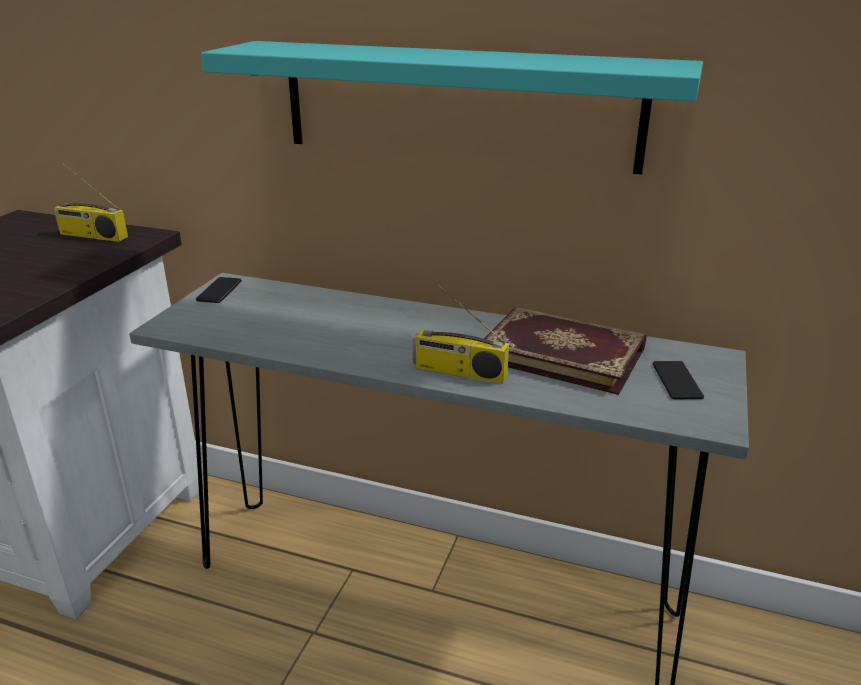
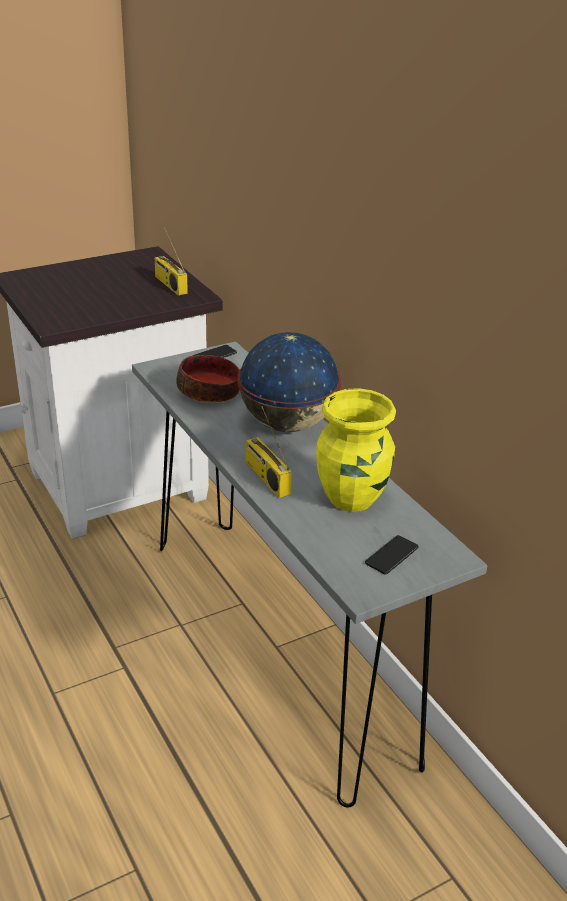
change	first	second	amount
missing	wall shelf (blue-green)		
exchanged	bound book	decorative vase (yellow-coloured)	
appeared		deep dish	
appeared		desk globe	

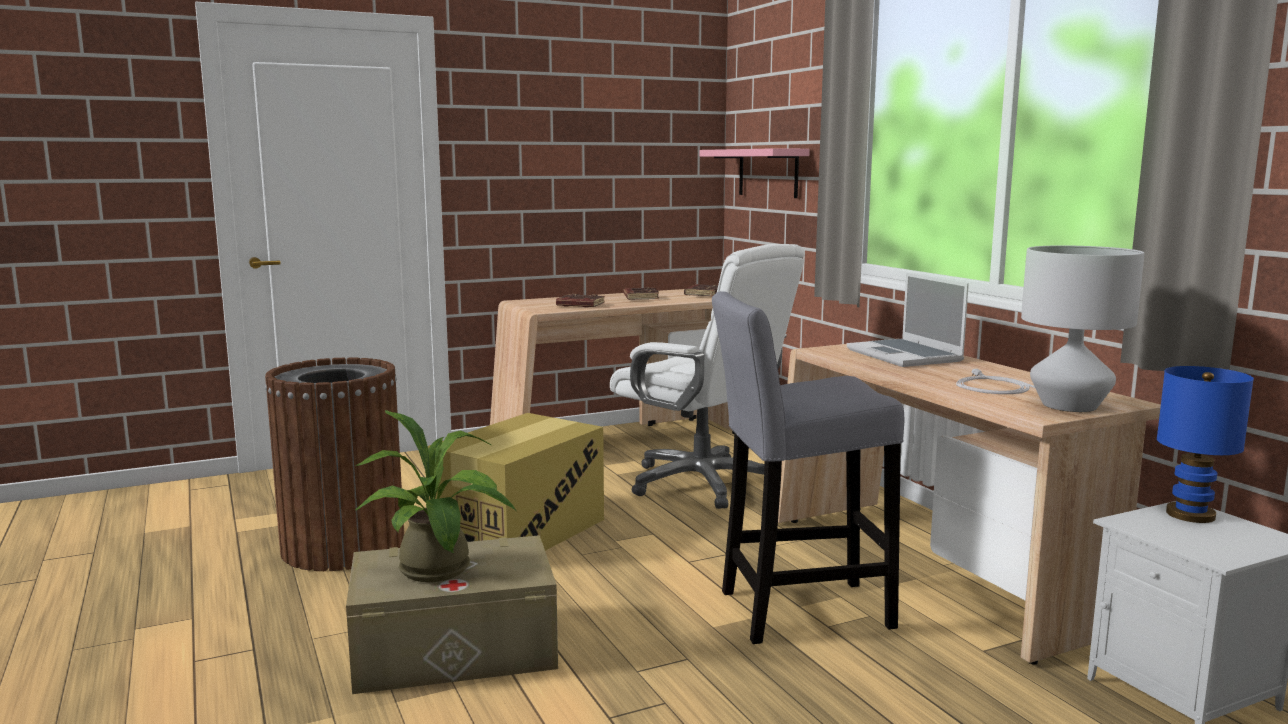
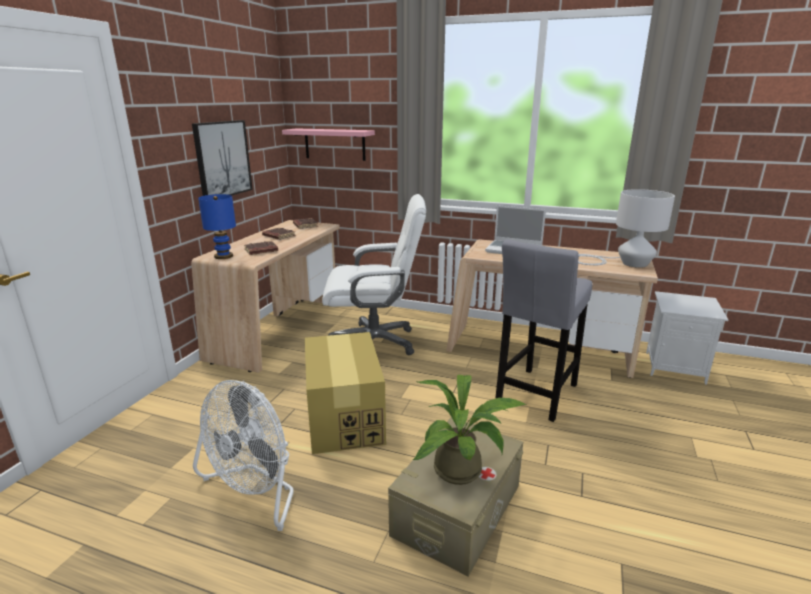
change	first	second	amount
exchanged	trash can (brown)	electric fan (white)	
relocated	lamp for a table (bluish)		
appeared		picture	

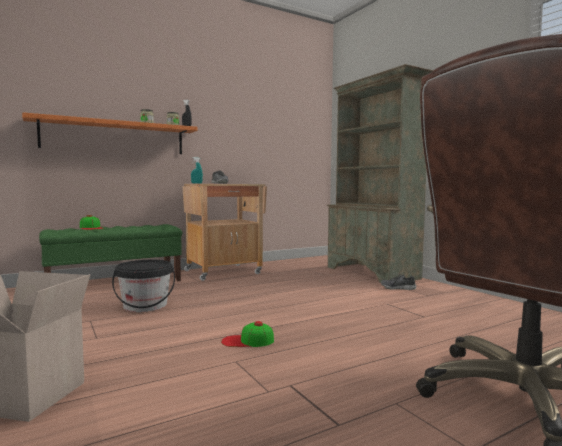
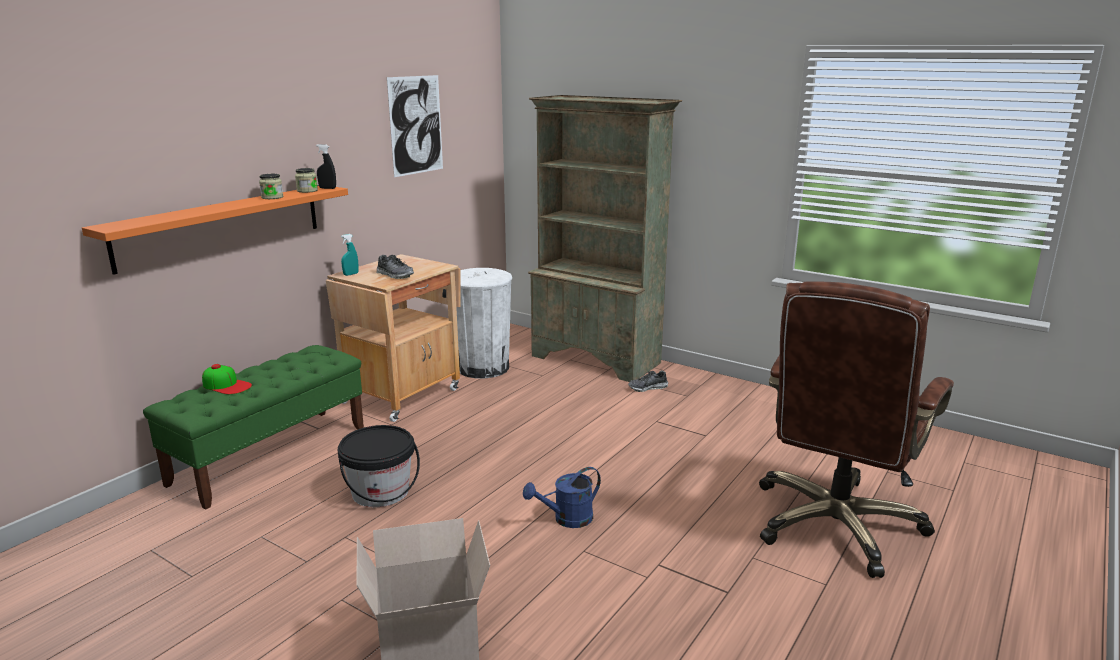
change	first	second	amount
exchanged	peaked cap (no. 2 from left)	watering pot (bluish)	
appeared		picture	
appeared		trash can (white)	

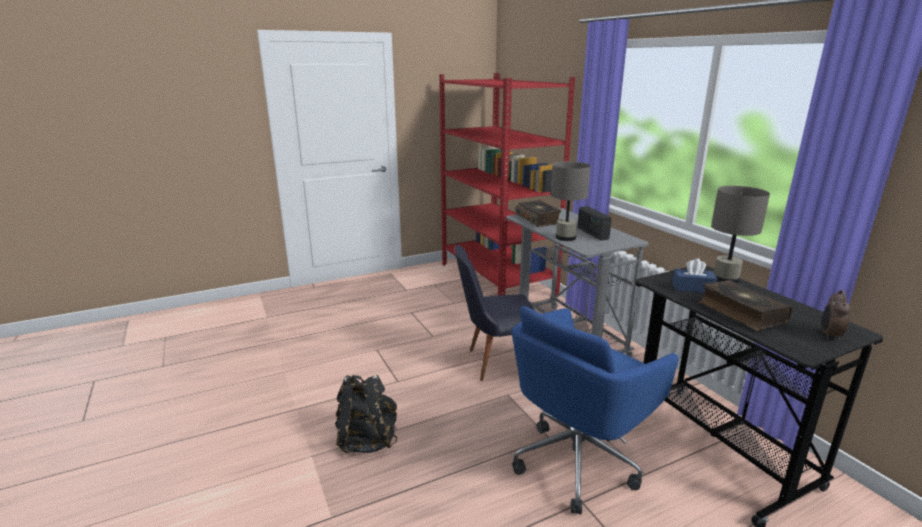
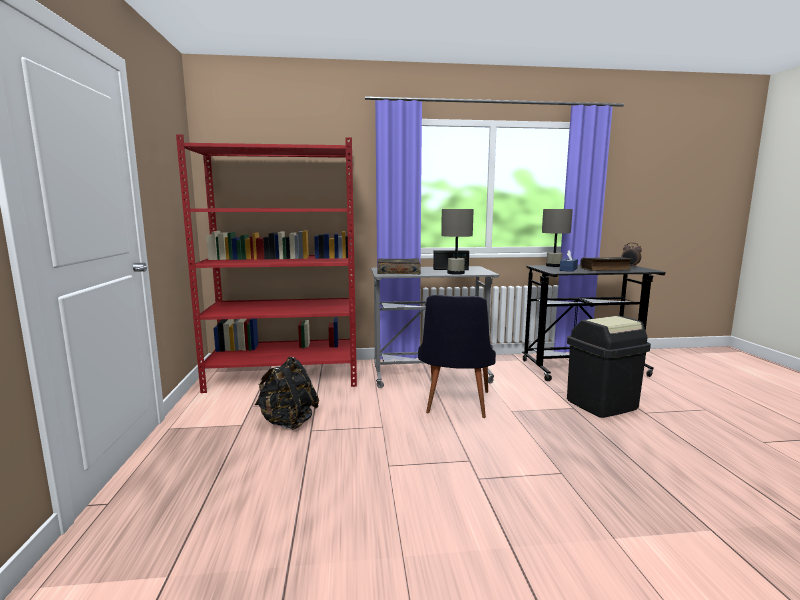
change	first	second	amount
relocated	backpack (black)		
exchanged	desk chair (bluish)	trash can (black)	

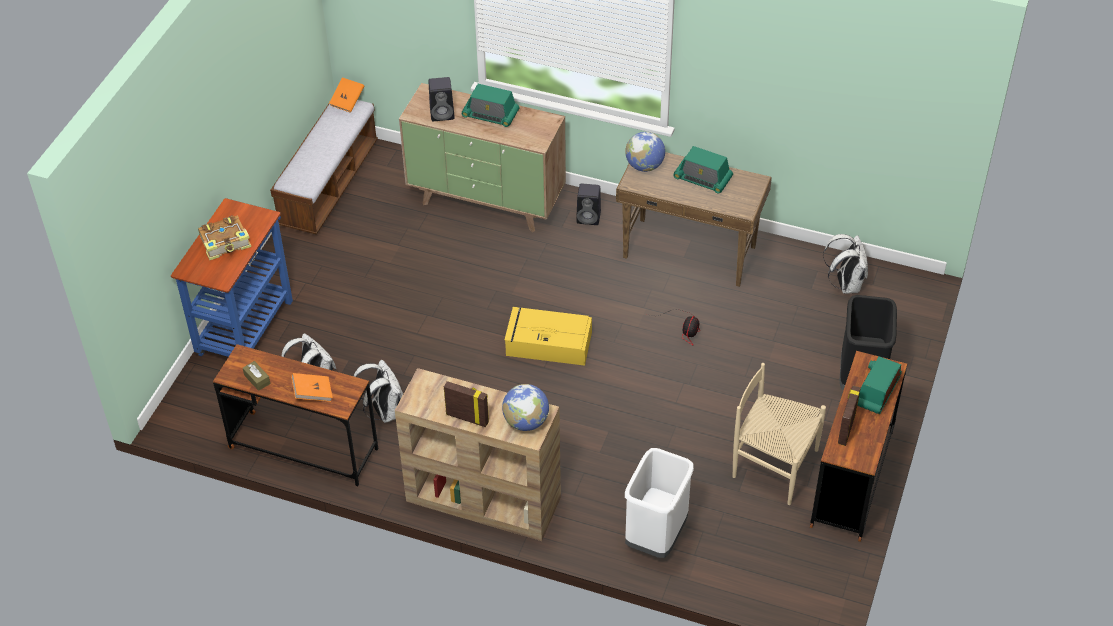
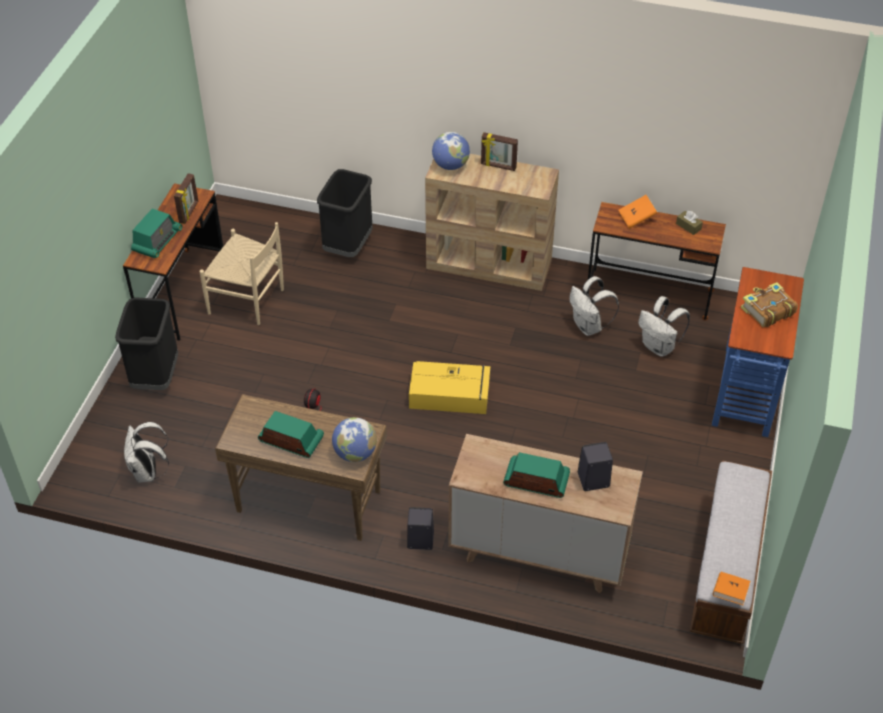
change	first	second	amount
colour	trash can (white)	trash can (black) (no. 2 from left)	

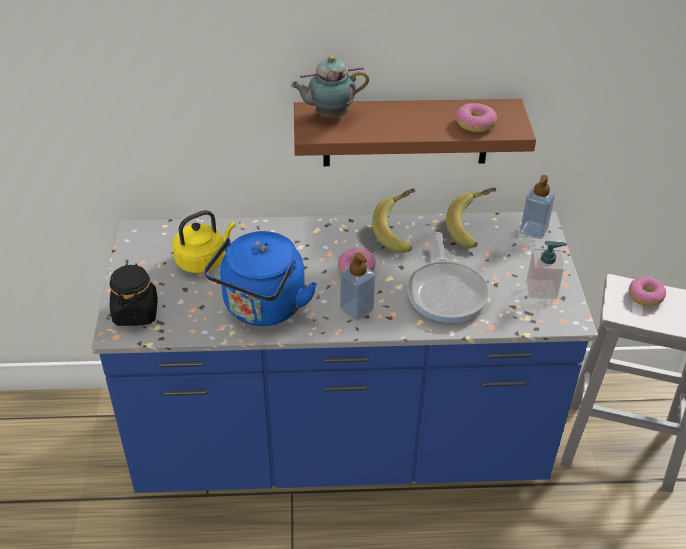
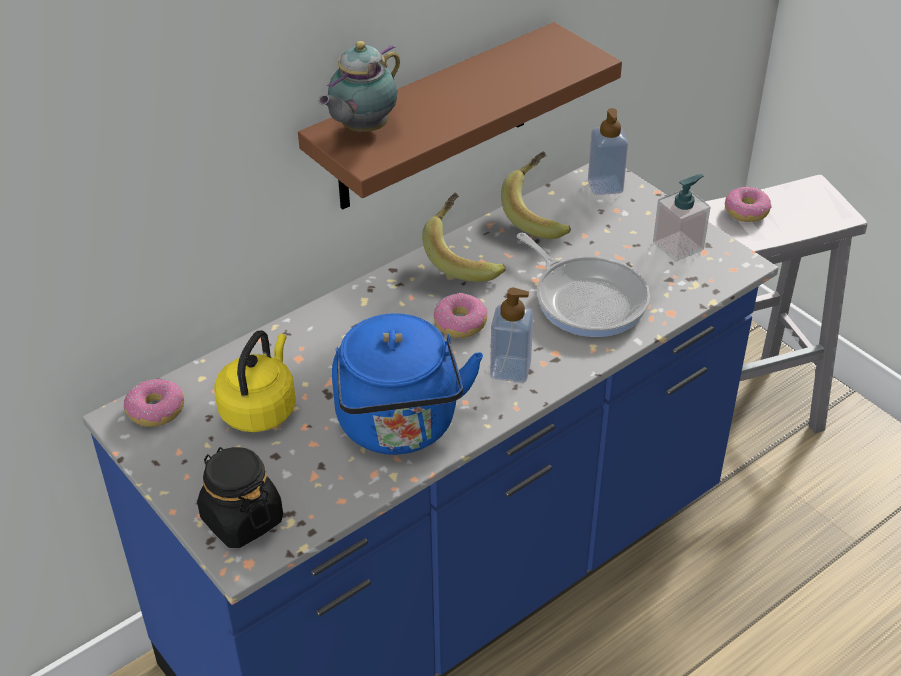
change	first	second	amount
relocated	ring doughnut (no. 2 from left in the first image)	ring doughnut (no. 1 from left)	

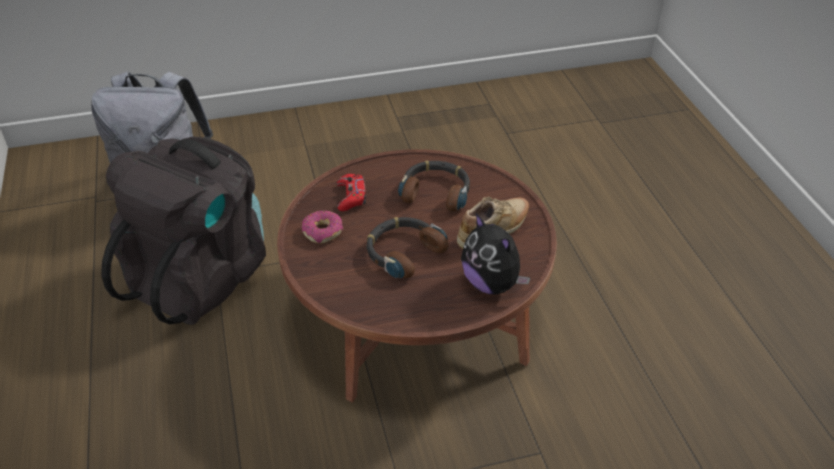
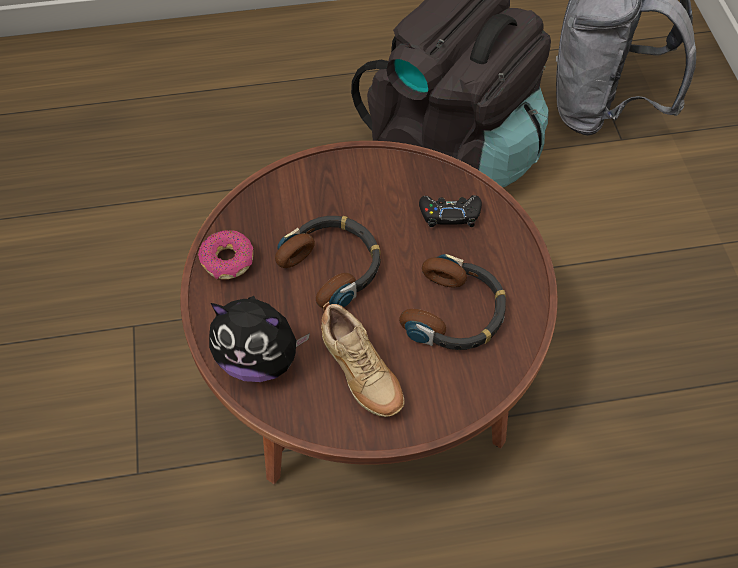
change	first	second	amount
relocated	ring doughnut		
colour	gamepad (reddish)	gamepad (black)	
spun	cuddly toy		135 degrees counterclockwise

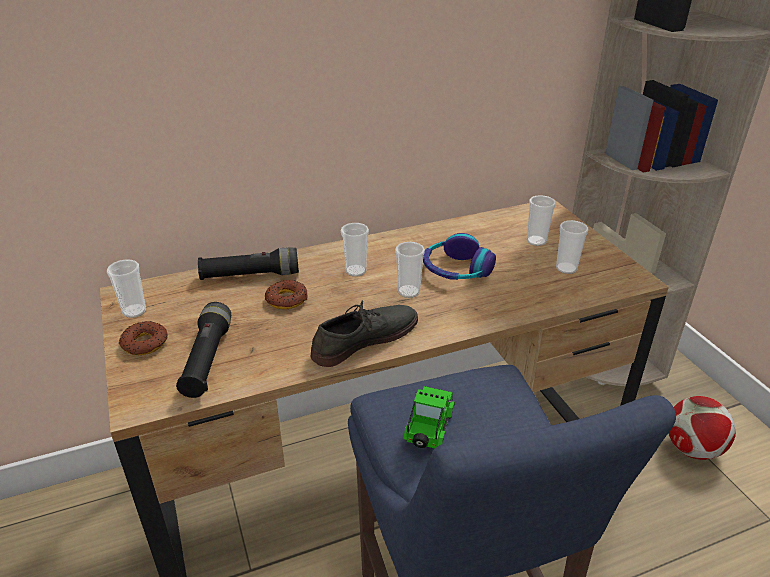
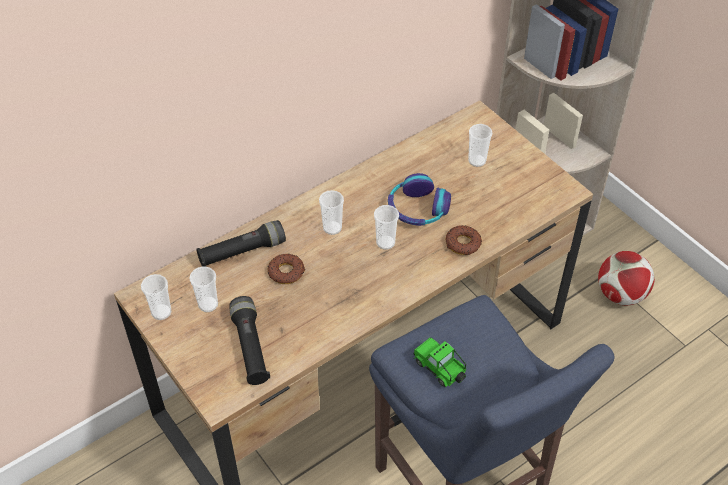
change	first	second	amount
relocated	ring doughnut (no. 1 from left in the first image)	ring doughnut (no. 2 from left)	
missing	item of footwear (grey)		
spun	model car		45 degrees counterclockwise
relocated	cup (no. 5 from left in the first image)	cup (no. 2 from left)	

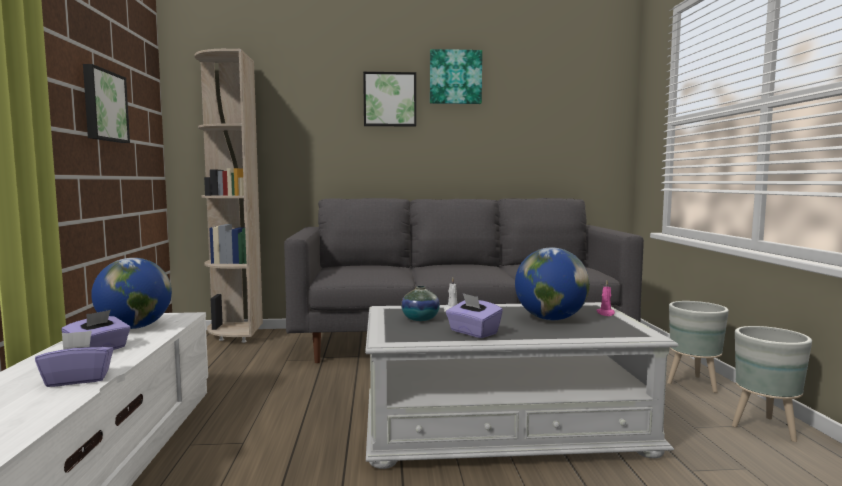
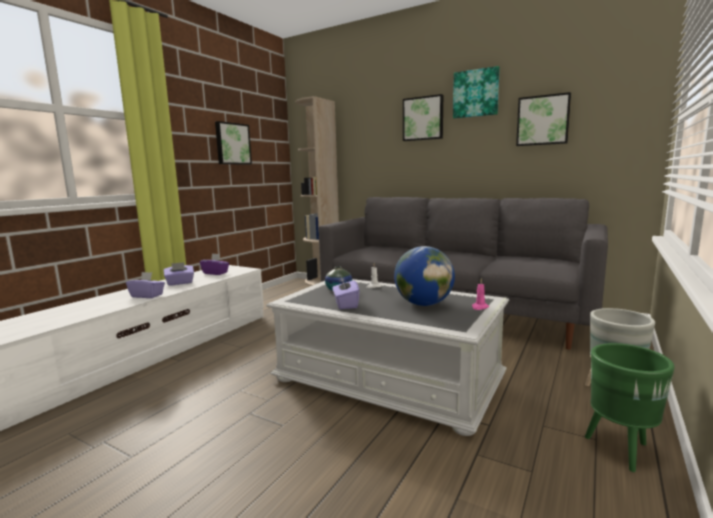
change	first	second	amount
exchanged	desk globe (no. 1 from left)	box of tissues (purple) (no. 3 from left)	
colour	plant pot (grey) (no. 2 from left)	plant pot (greenish)	
appeared		picture (no. 4 from left)	

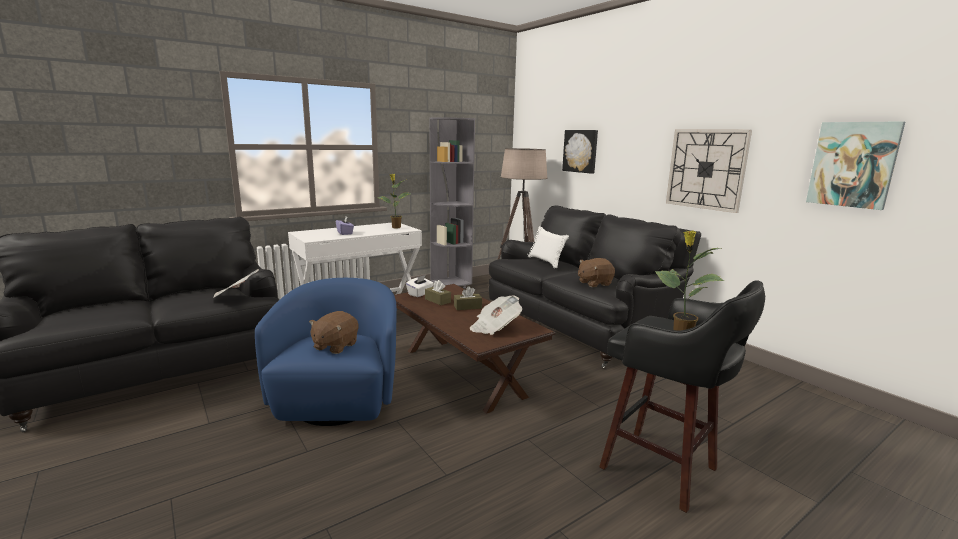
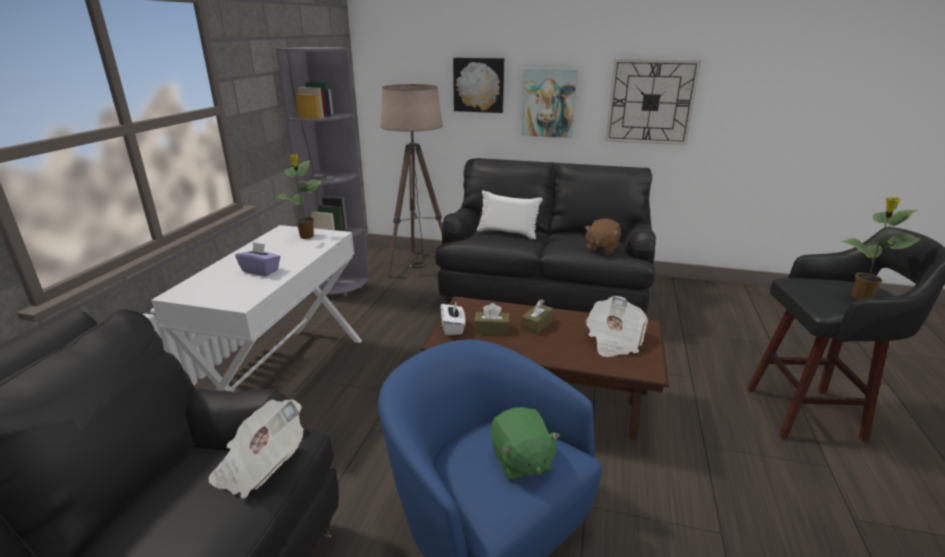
change	first	second	amount
colour	cuddly toy (brown) (no. 1 from left)	cuddly toy (greenish)	
relocated	picture (no. 2 from left)		

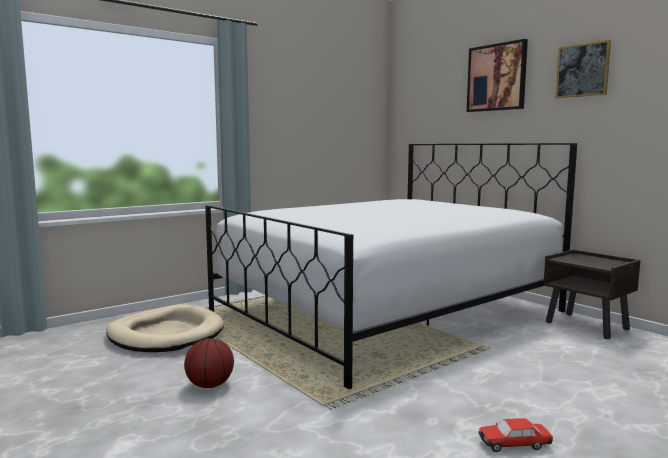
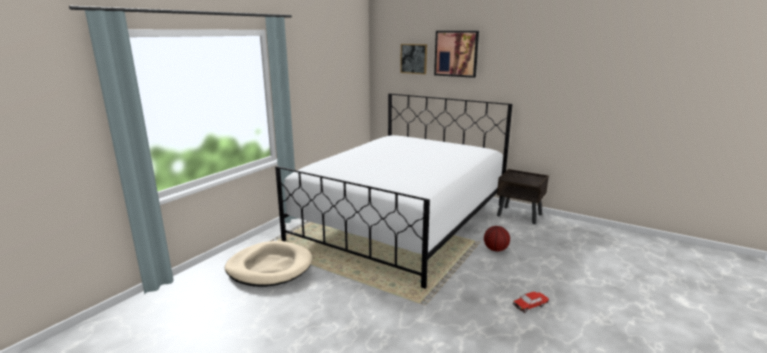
change	first	second	amount
relocated	ball for basketball		
relocated	picture (no. 2 from left in the first image)	picture (no. 1 from left)	

